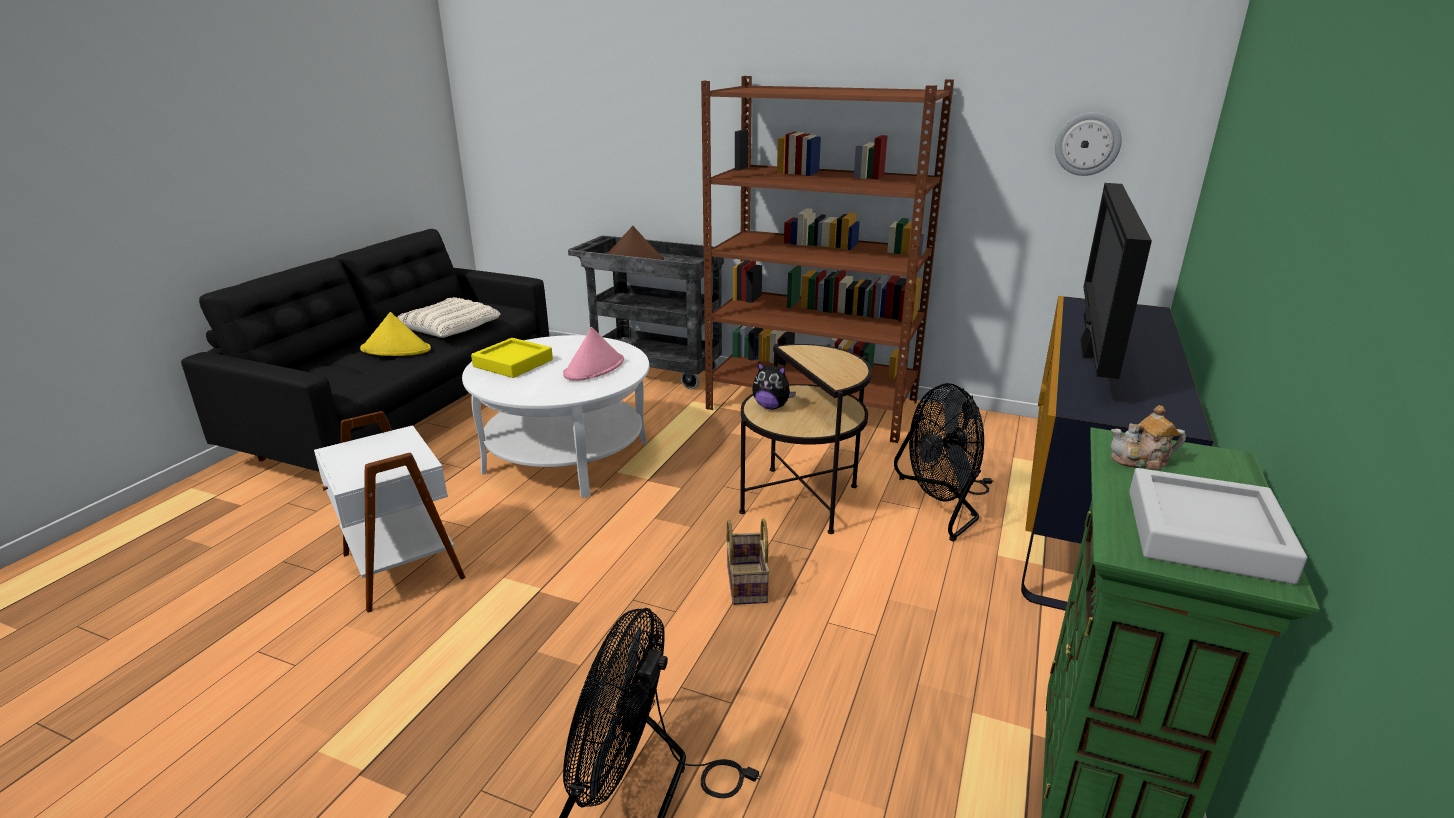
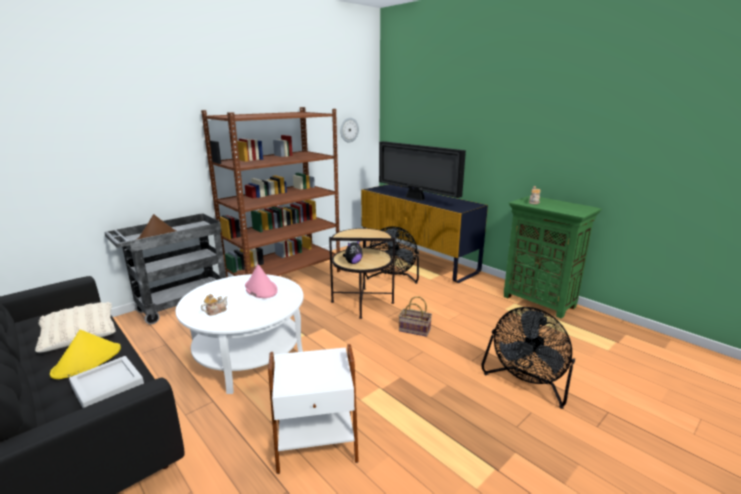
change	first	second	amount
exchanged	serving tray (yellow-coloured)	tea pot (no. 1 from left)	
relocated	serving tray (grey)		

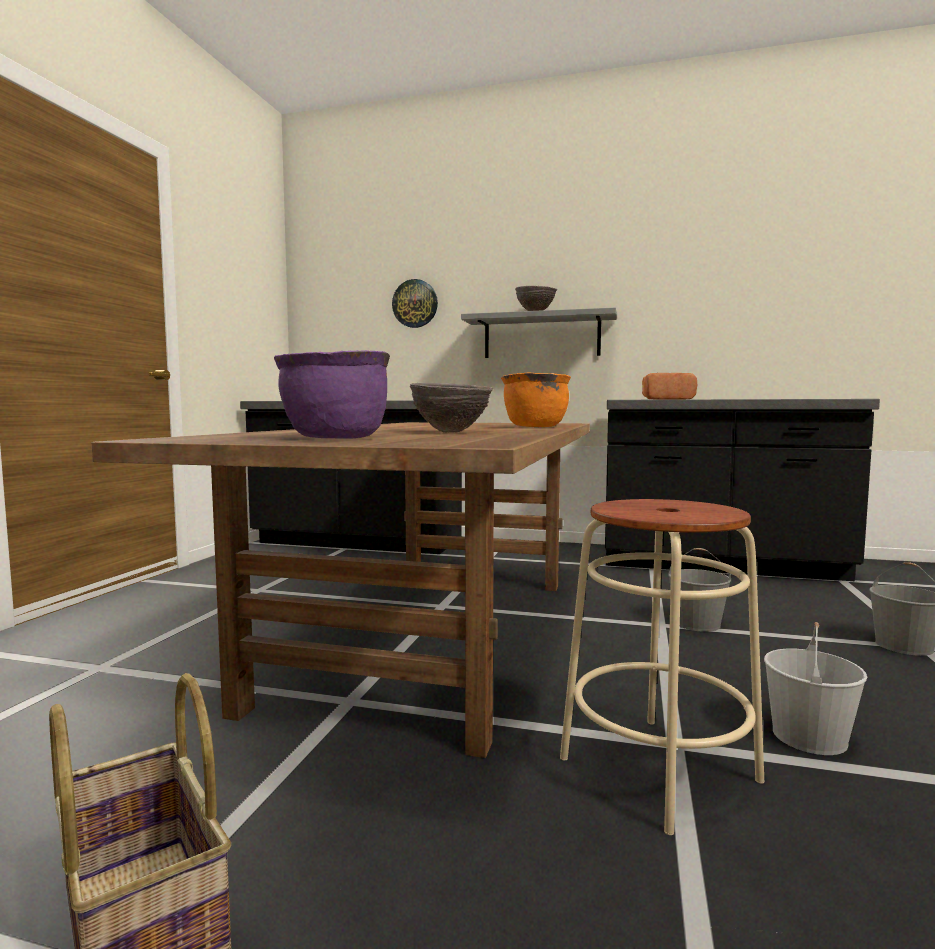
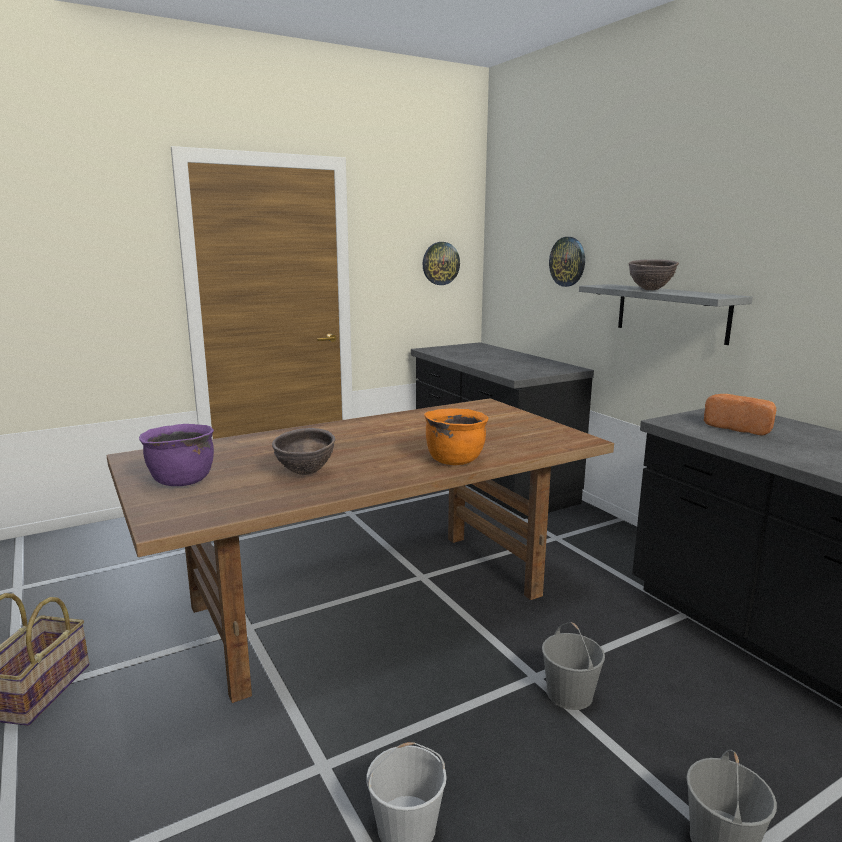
change	first	second	amount
missing	stool seat (sand-coloured)		
appeared		wall clock (no. 1 from left)	

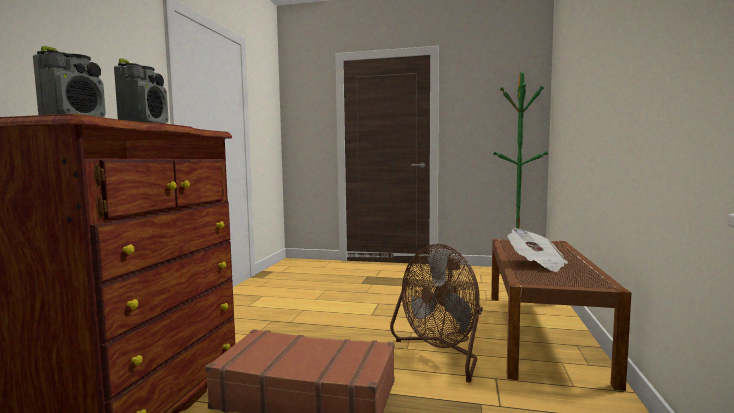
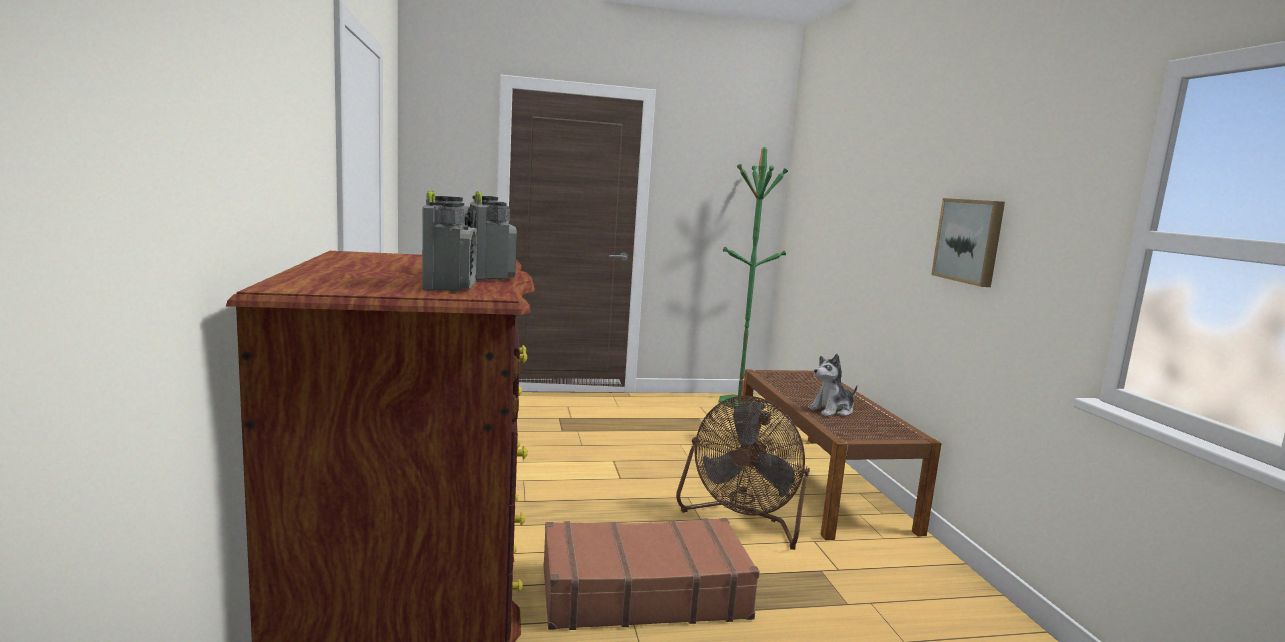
change	first	second	amount
exchanged	newspaper	cuddly toy	
appeared		picture	

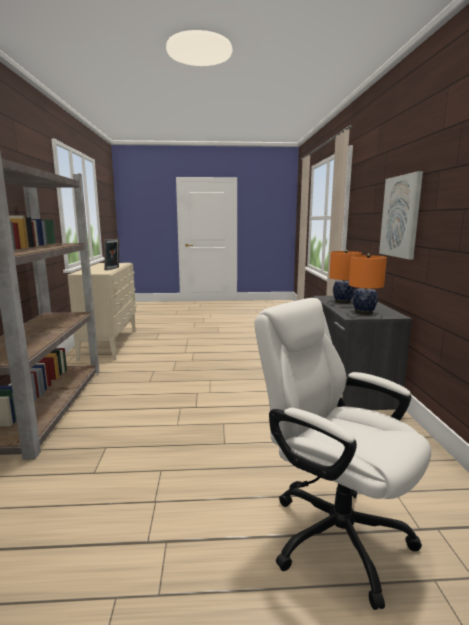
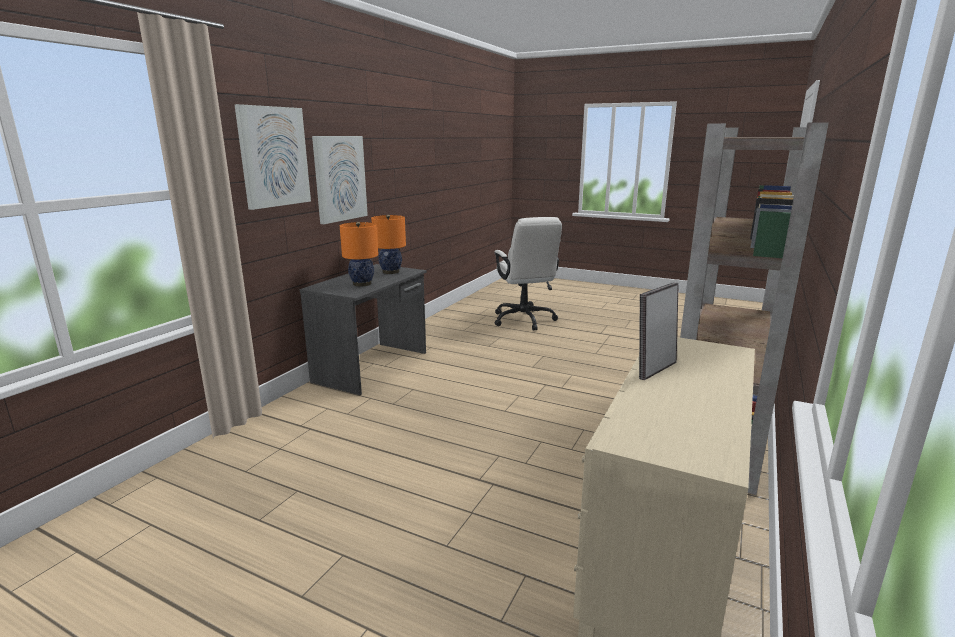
change	first	second	amount
appeared		picture (no. 1 from left)	

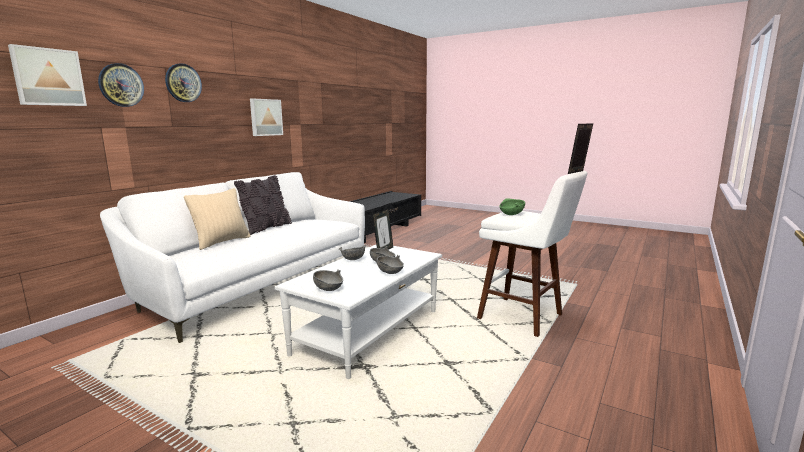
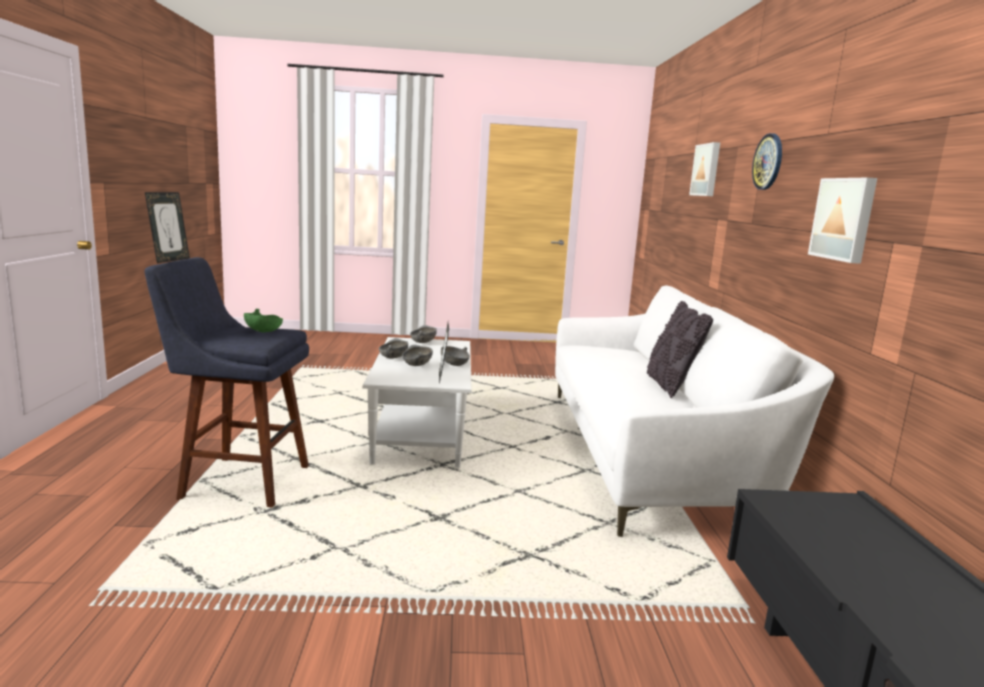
change	first	second	amount
missing	wall clock (no. 1 from left)		
missing	cushion (sand-coloured)		
colour	stool seat (white)	stool seat (bluish)	

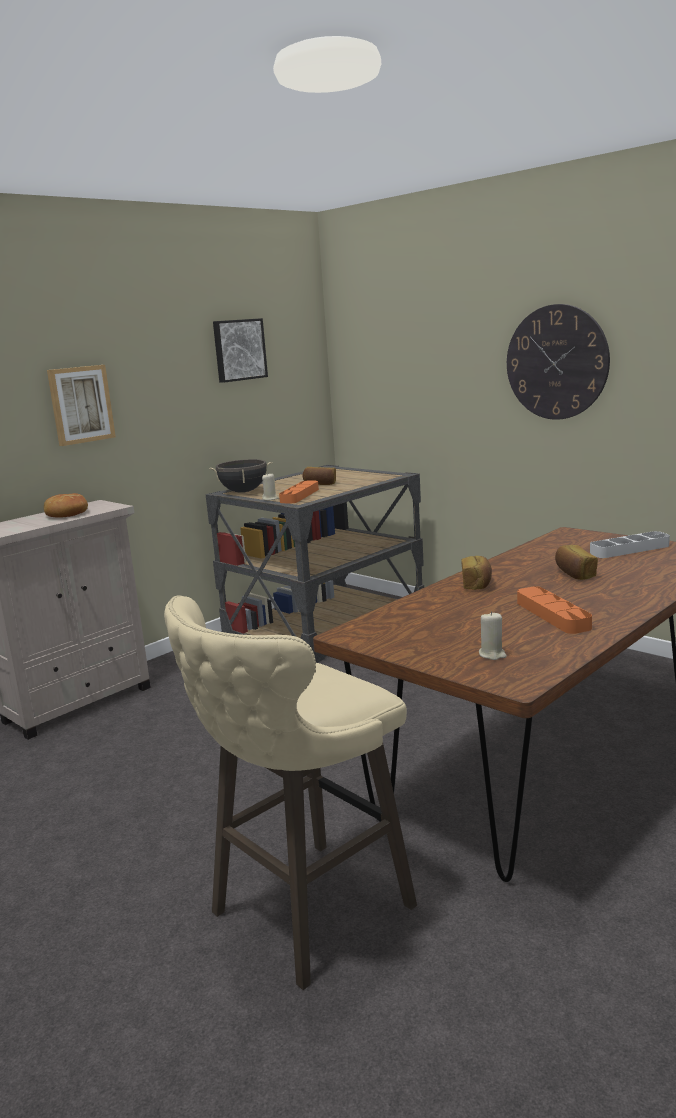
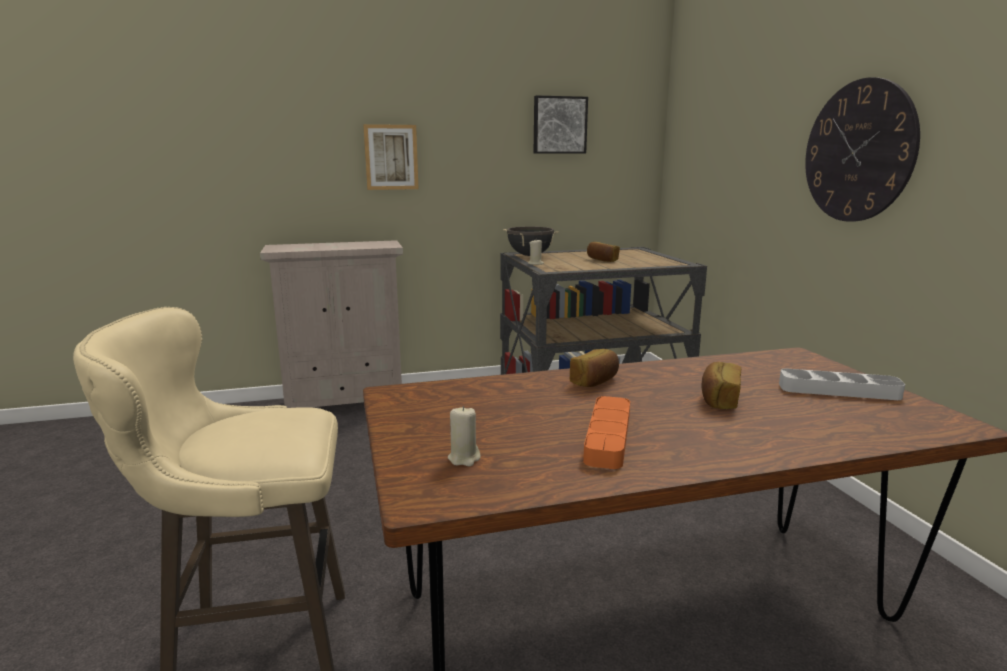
change	first	second	amount
missing	bakery bread (no. 1 from left)		
missing	serving tray (orange-coloured) (no. 1 from left)		

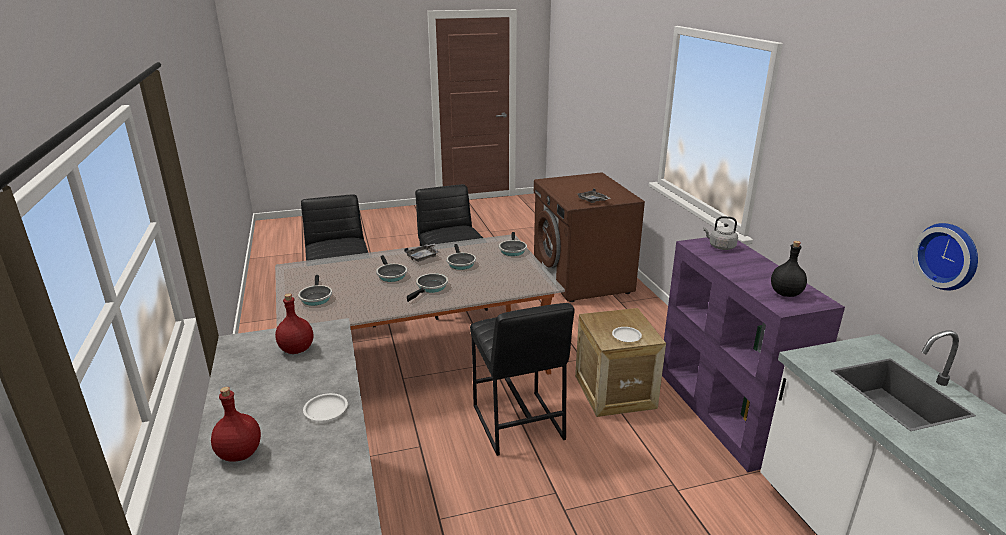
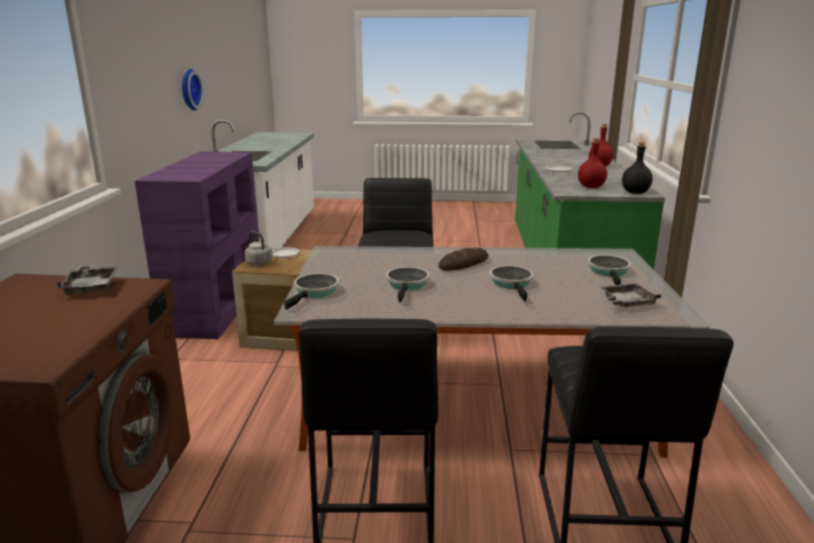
change	first	second	amount
relocated	serving tray (grey) (no. 1 from left in the first image)	serving tray (grey) (no. 2 from left)	
exchanged	pan (no. 3 from left)	bakery bread	
relocated	kettle (grey)		
relocated	beverage bottle (black)		

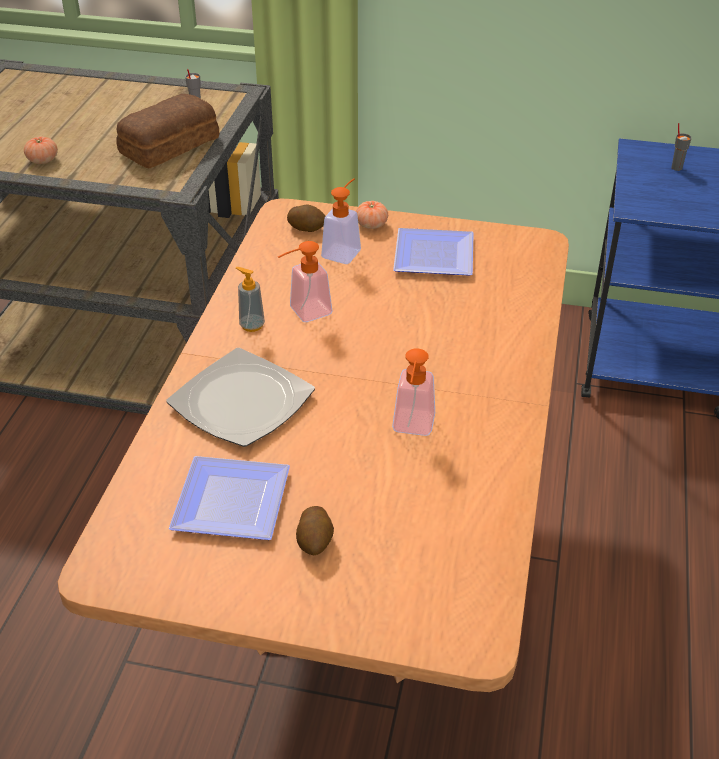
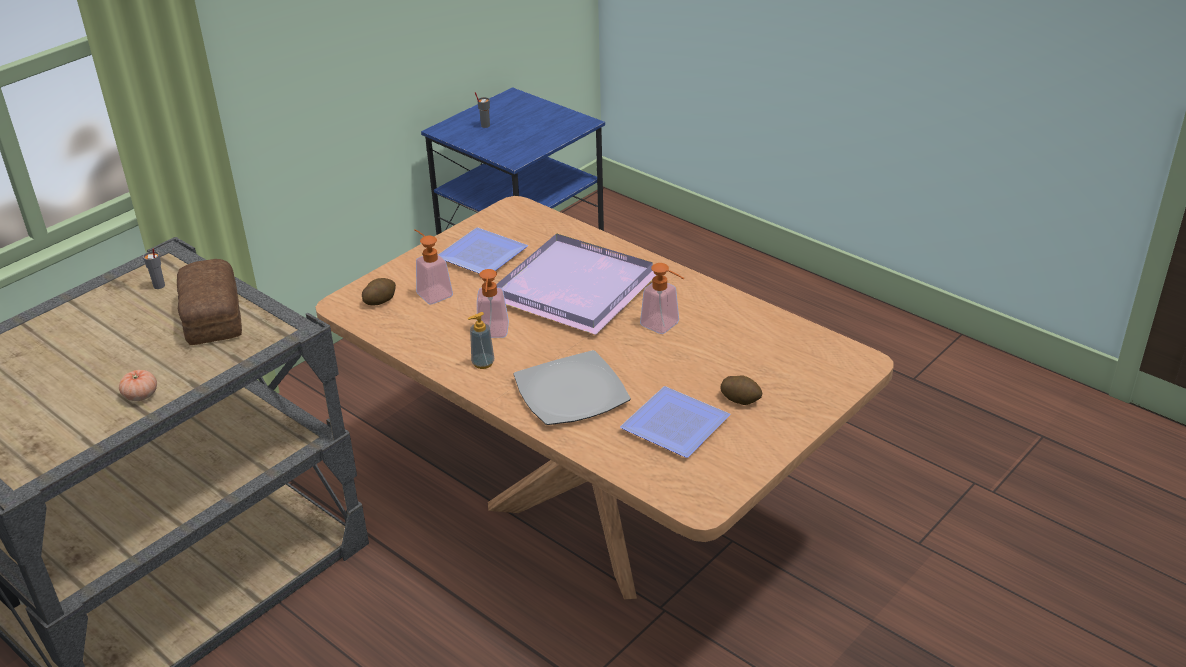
change	first	second	amount
missing	fresh tomato (no. 2 from left)		
appeared		serving tray (purple)	

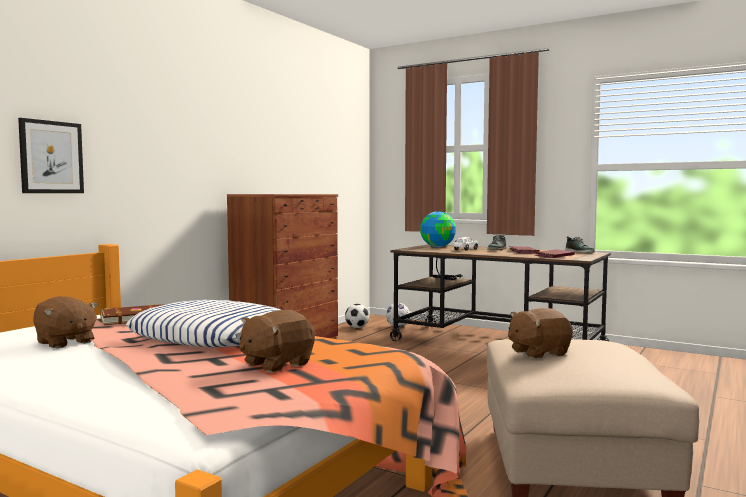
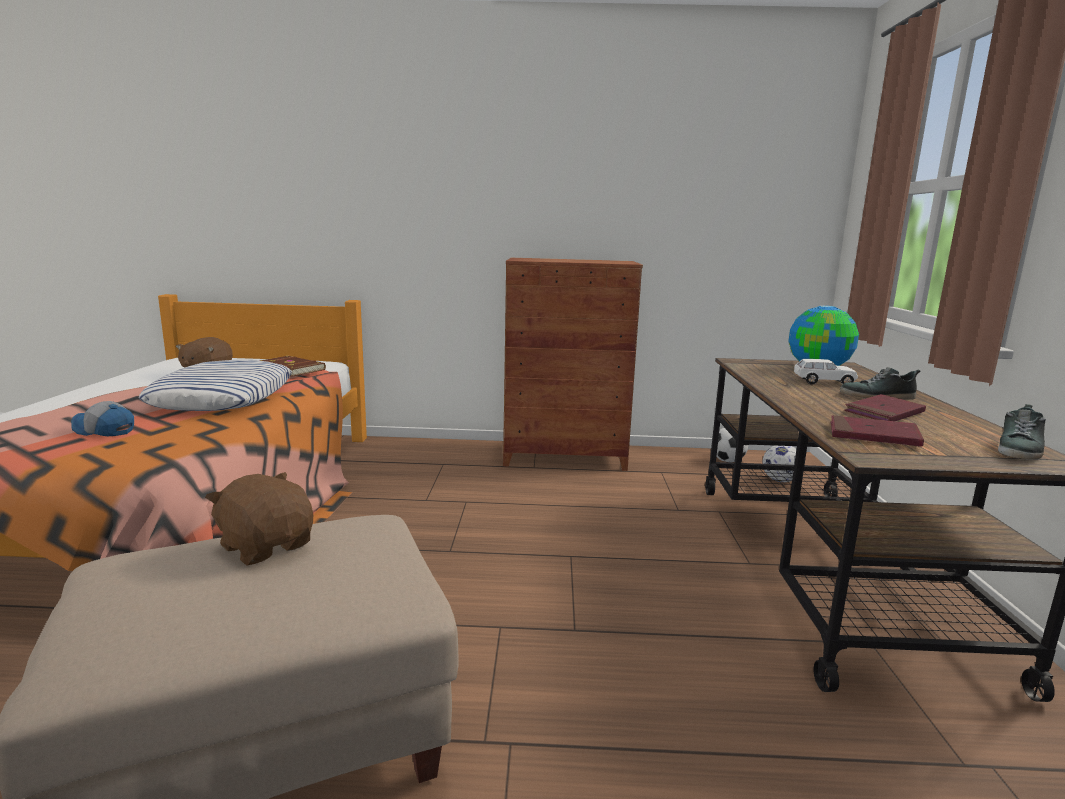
change	first	second	amount
missing	picture		
exchanged	cuddly toy (brown) (no. 2 from left)	peaked cap	

